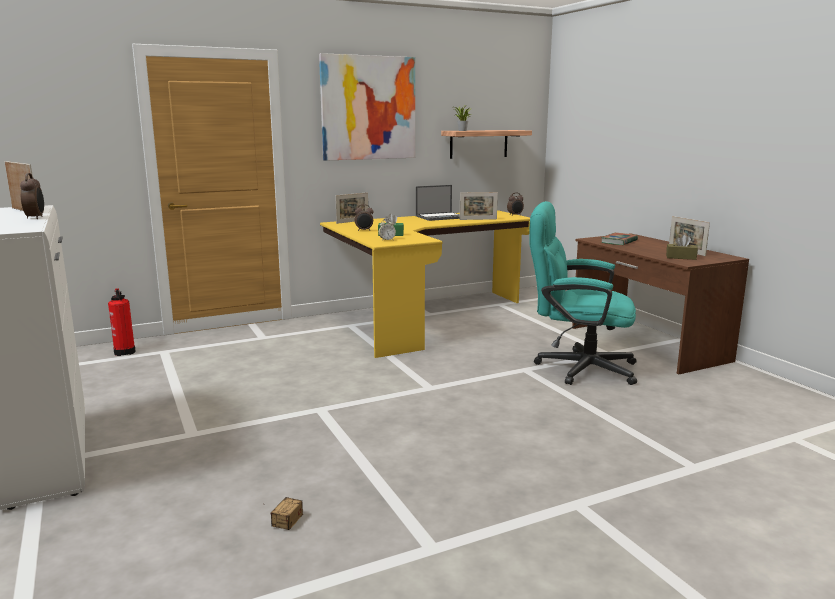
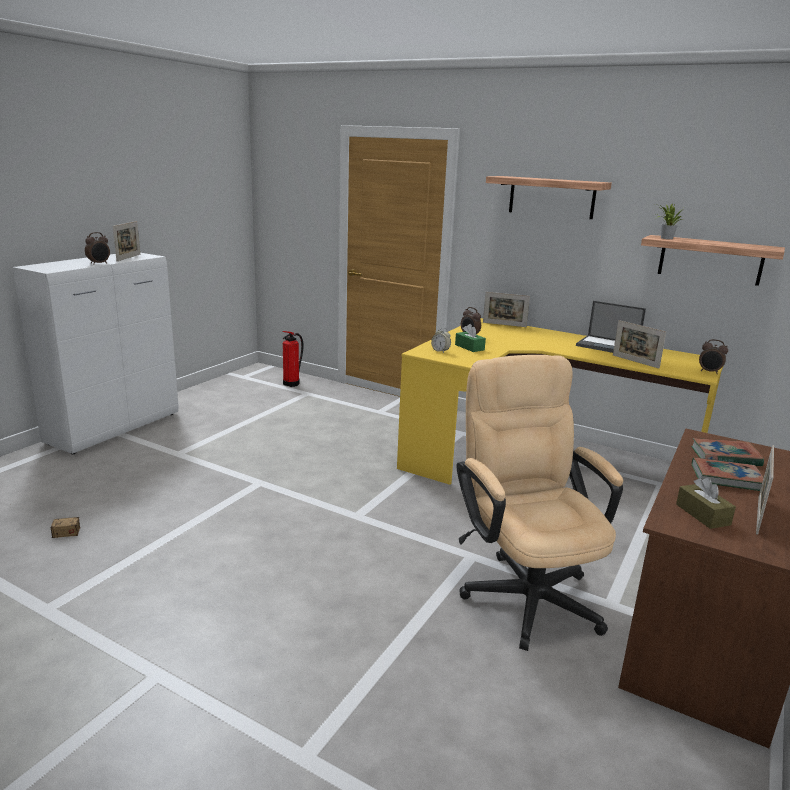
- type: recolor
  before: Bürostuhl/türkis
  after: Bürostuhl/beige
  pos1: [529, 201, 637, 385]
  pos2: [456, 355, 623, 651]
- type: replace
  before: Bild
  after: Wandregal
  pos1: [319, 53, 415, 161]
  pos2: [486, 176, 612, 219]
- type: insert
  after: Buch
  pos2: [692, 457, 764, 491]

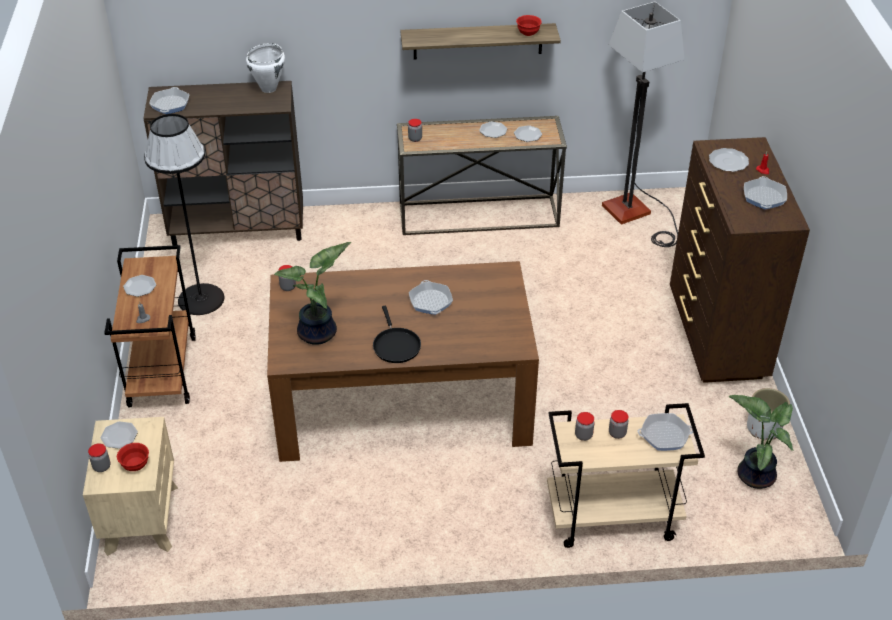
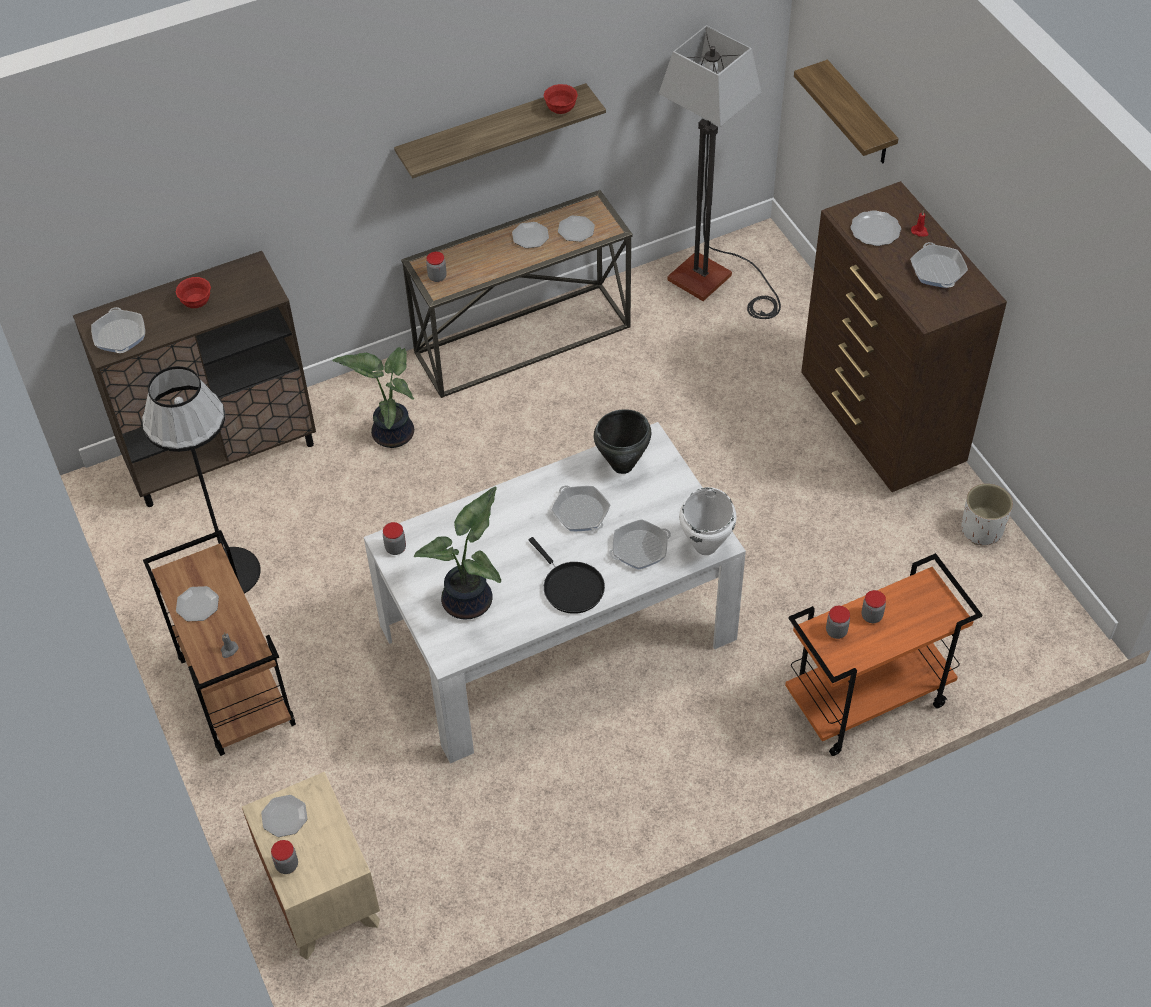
- type: move
  before: Schüssel/rot
  pos1: [117, 443, 149, 471]
  pos2: [176, 277, 211, 308]
- type: move
  before: Topfpflanze
  pos1: [729, 395, 794, 489]
  pos2: [332, 347, 414, 448]
- type: recolor
  before: Esstisch/braun
  after: Esstisch/weiß
  pos1: [267, 261, 539, 462]
  pos2: [364, 422, 746, 763]
- type: insert
  after: Kochtopf/schwarz
  pos2: [594, 409, 651, 474]
- type: move
  before: Pfanne
  pos1: [638, 413, 693, 451]
  pos2: [609, 519, 671, 570]
- type: move
  before: Kochtopf/weiß
  pos1: [246, 43, 285, 93]
  pos2: [679, 487, 736, 555]
- type: recolor
  before: Rollwagen/beige
  after: Rollwagen/orange
  pos1: [547, 403, 705, 548]
  pos2: [785, 553, 982, 756]
- type: insert
  after: Wandregal
  pos2: [794, 60, 899, 163]

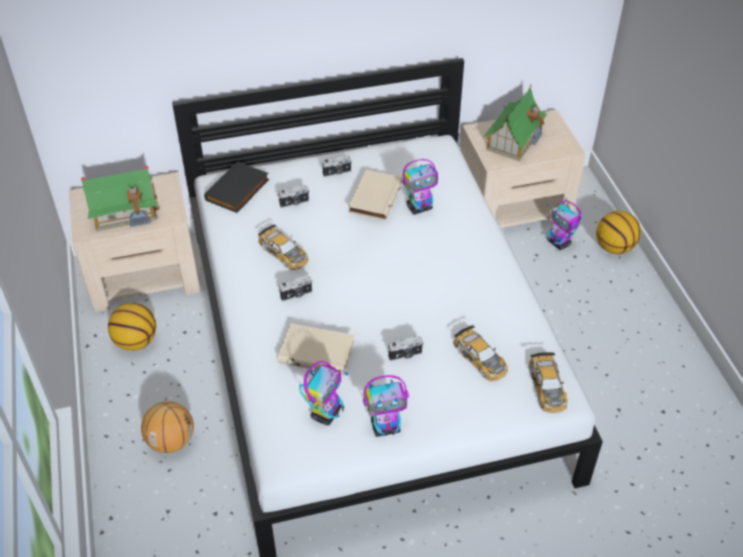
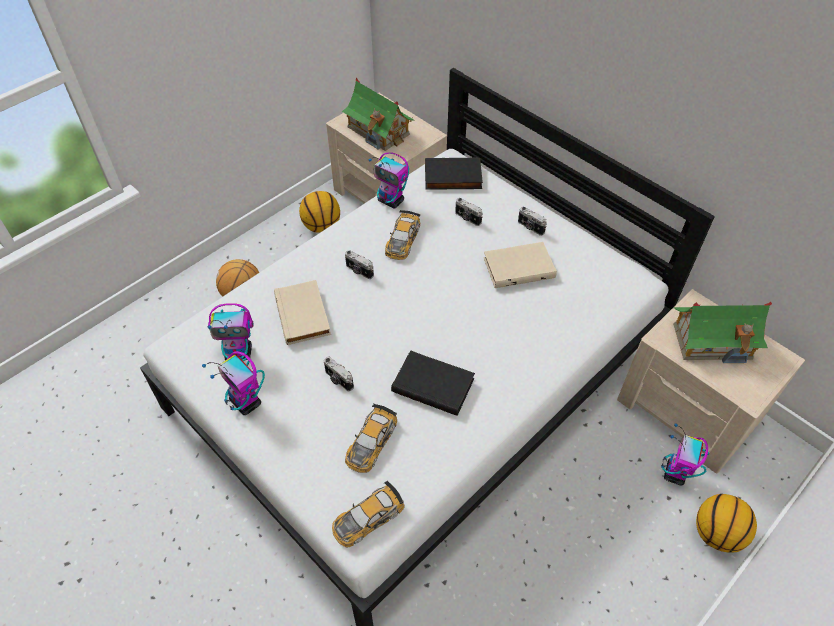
- type: move
  before: Spielzeugroboter
  pos1: [403, 159, 438, 214]
  pos2: [369, 152, 409, 209]
- type: insert
  after: Buch/schwarz
  pos2: [391, 350, 475, 416]

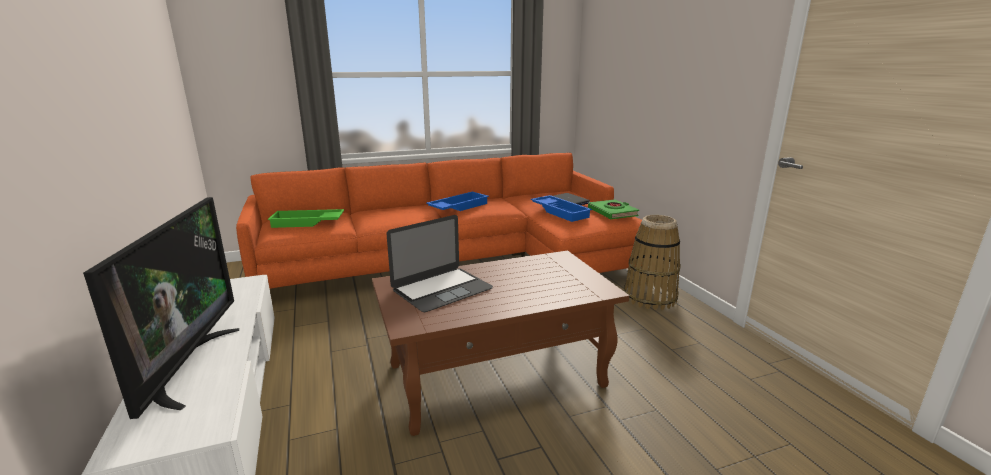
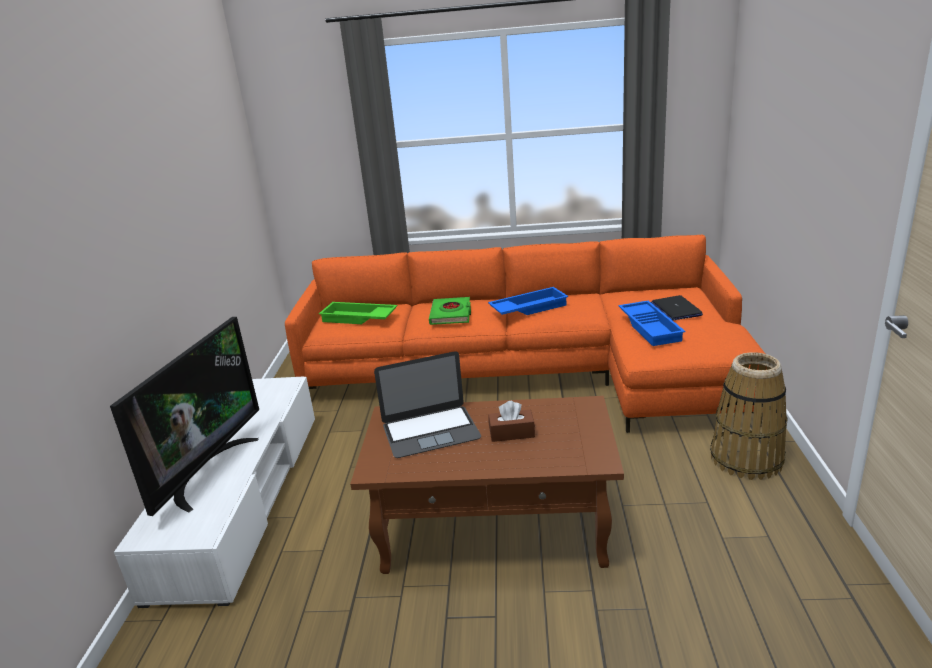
- type: move
  before: Buch/grün
  pos1: [588, 199, 639, 219]
  pos2: [429, 297, 471, 325]
- type: insert
  after: Taschentuchbox/braun
  pos2: [488, 401, 535, 442]

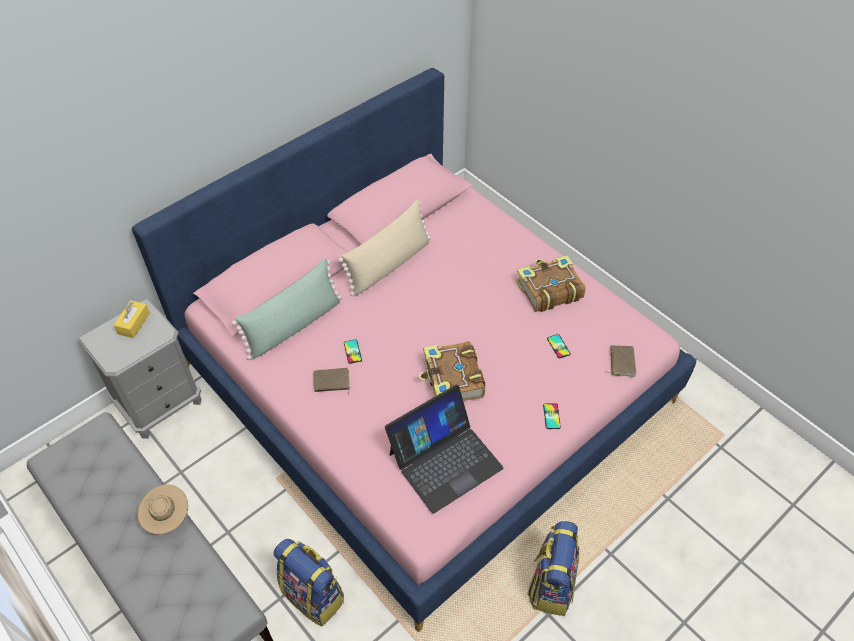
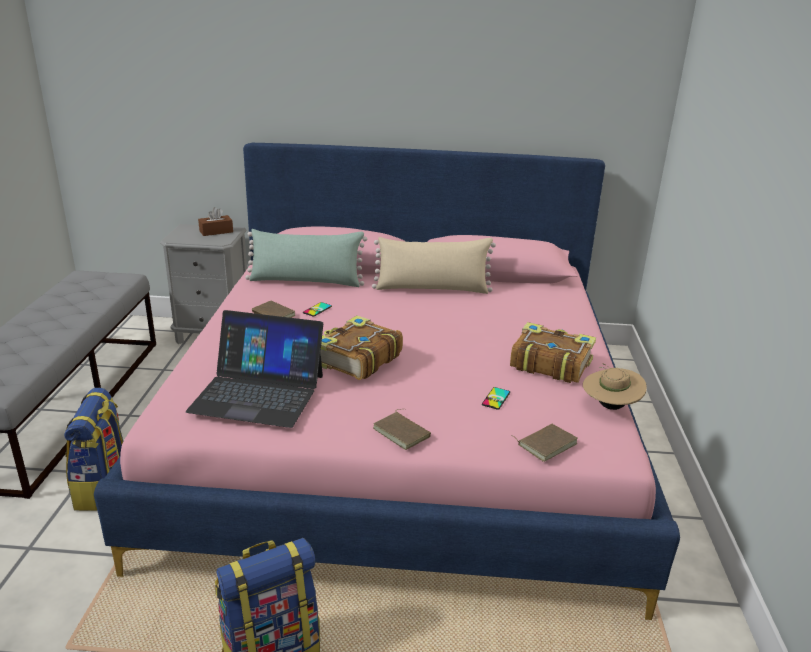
- type: recolor
  before: Taschentuchbox/gelb
  after: Taschentuchbox/braun
  pos1: [114, 300, 150, 338]
  pos2: [198, 207, 233, 236]
- type: replace
  before: Handy
  after: Buch/braun
  pos1: [543, 403, 561, 429]
  pos2: [373, 409, 431, 450]
- type: move
  before: Hut/beige
  pos1: [138, 484, 188, 534]
  pos2: [583, 363, 647, 410]

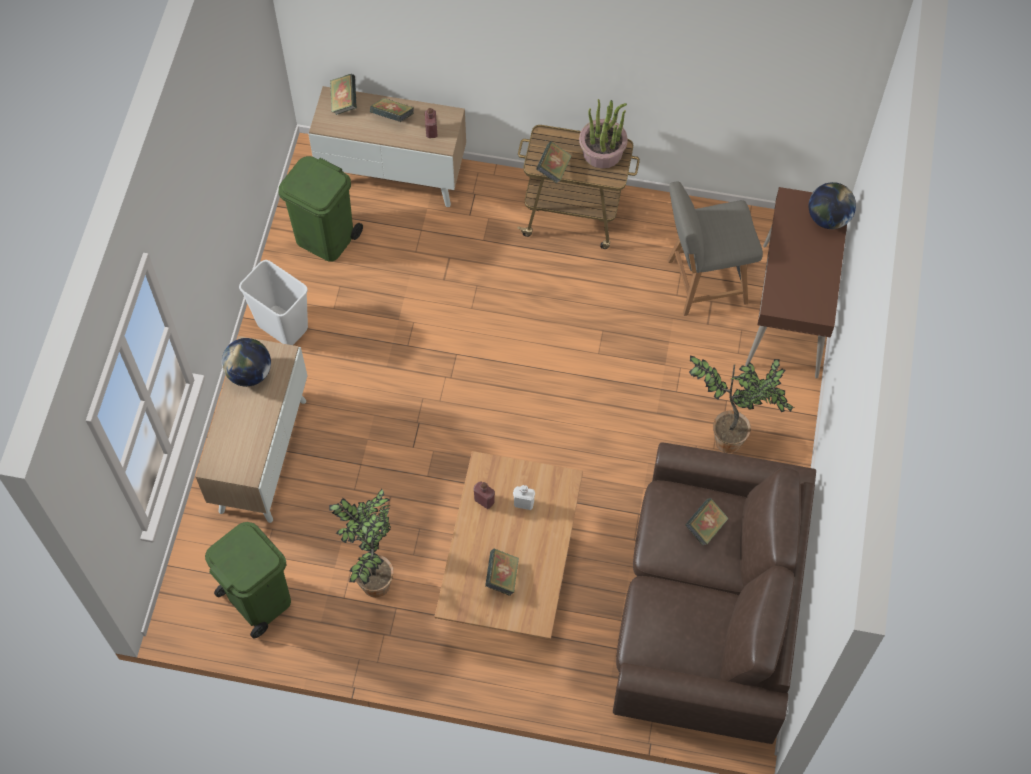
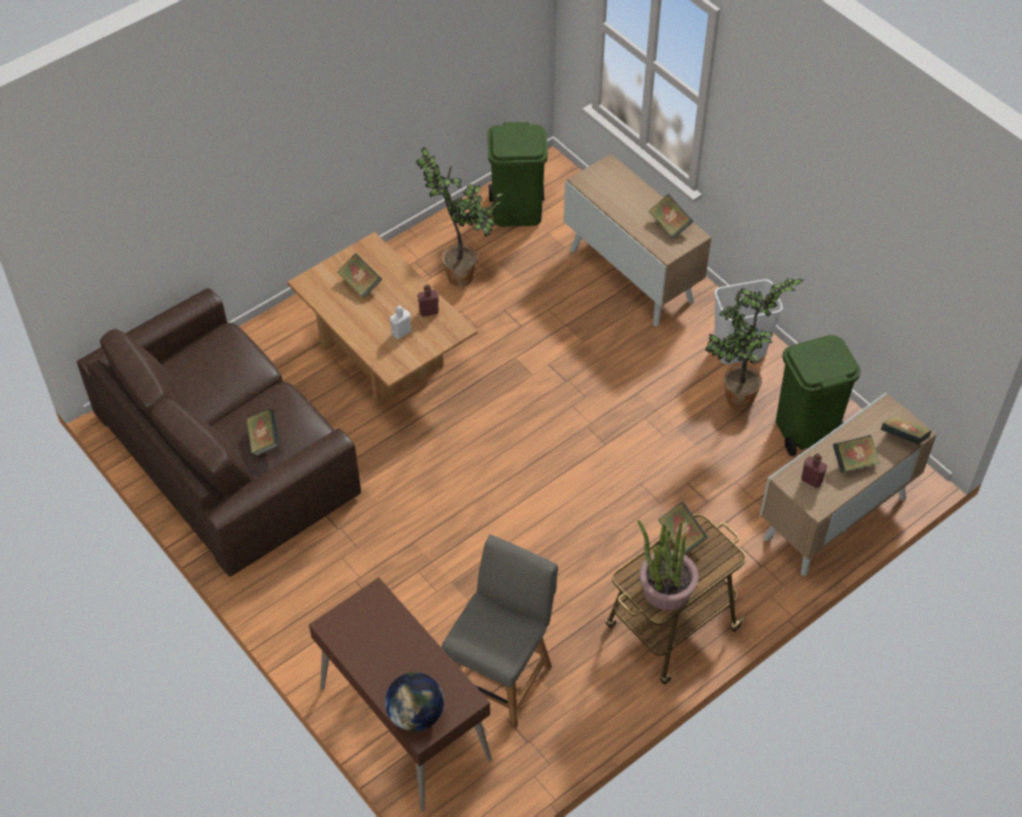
- type: replace
  before: Globus
  after: Buch
  pos1: [222, 338, 271, 387]
  pos2: [648, 194, 693, 239]
- type: move
  before: Topfpflanze
  pos1: [689, 356, 796, 453]
  pos2: [705, 278, 804, 410]

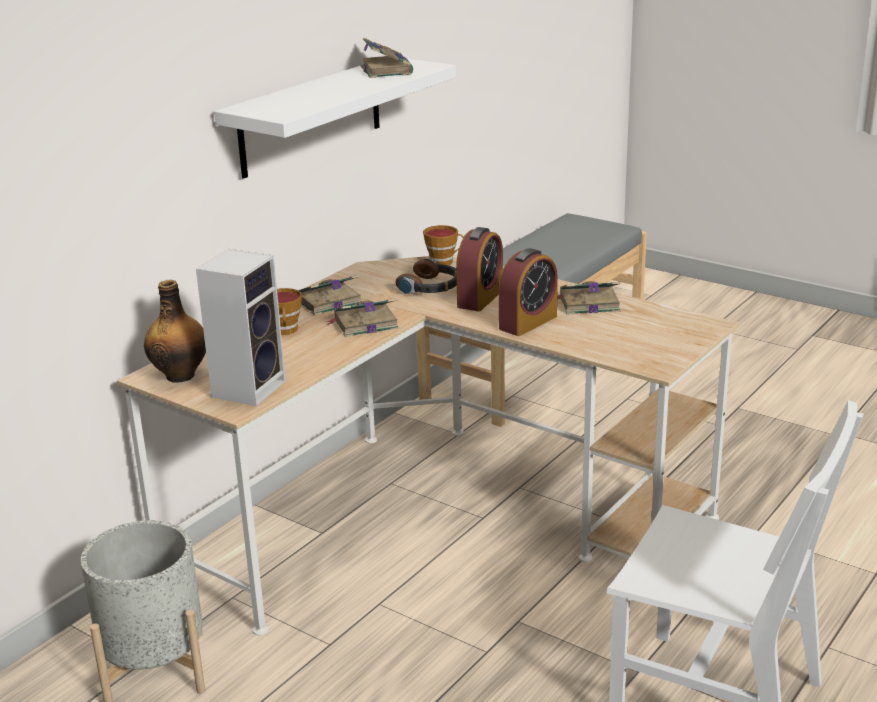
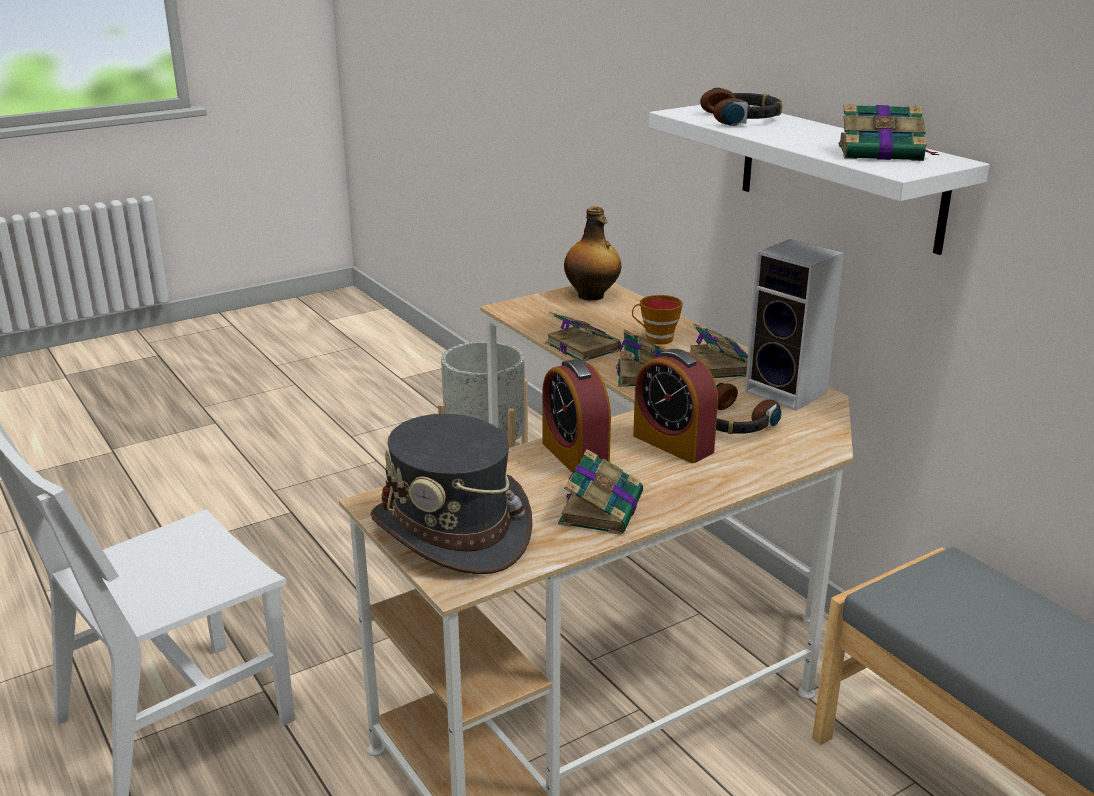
- type: insert
  after: Hut/grau
  pos2: [370, 414, 533, 574]
- type: insert
  after: Buch
  pos2: [545, 312, 621, 362]
- type: insert
  after: Kopfhörer
  pos2: [700, 88, 782, 126]
- type: move
  before: Lautsprecher
  pos1: [196, 249, 286, 406]
  pos2: [745, 239, 844, 411]
- type: delete
  before: Tasse
  pos1: [423, 225, 464, 265]

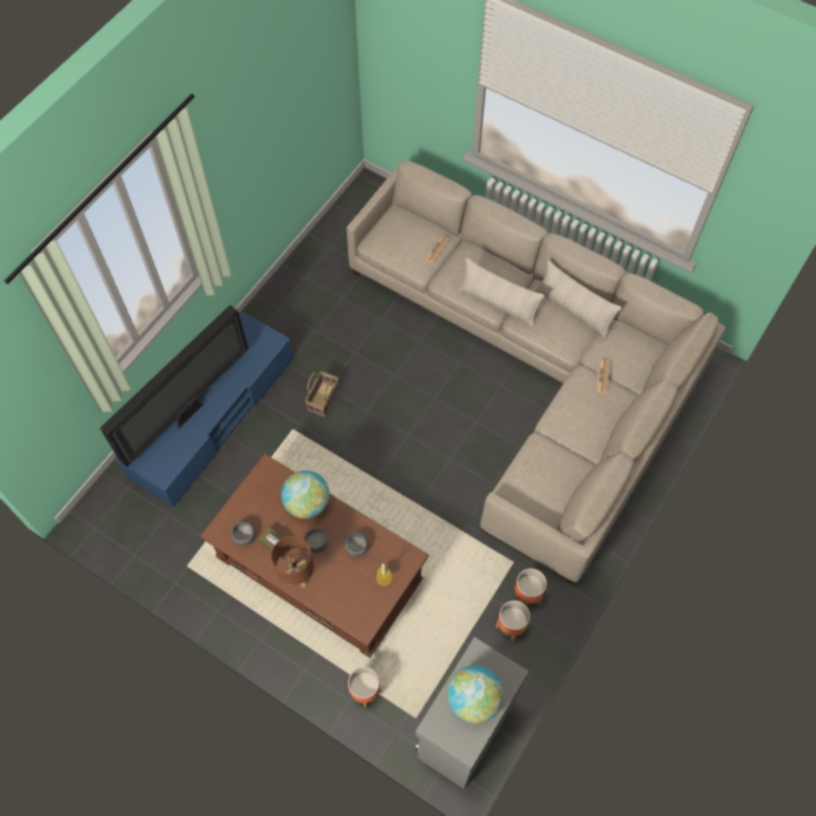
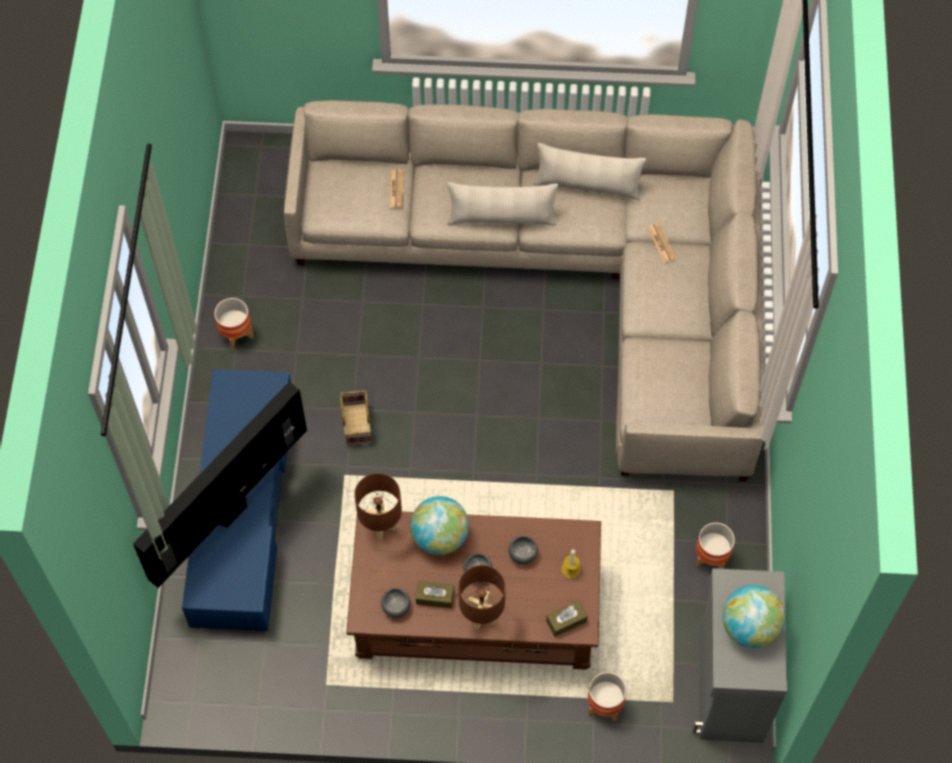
- type: rotate
  before: Fernseher
  pos1: [100, 305, 248, 467]
  pos2: [133, 382, 307, 588]
  turn: -150
- type: move
  before: Pflanzkübel
  pos1: [515, 568, 547, 605]
  pos2: [214, 298, 254, 350]
- type: insert
  after: Tischlampe/braun
  pos2: [354, 473, 402, 540]
- type: insert
  after: Taschentuchbox/braun
  pos2: [546, 600, 587, 637]

